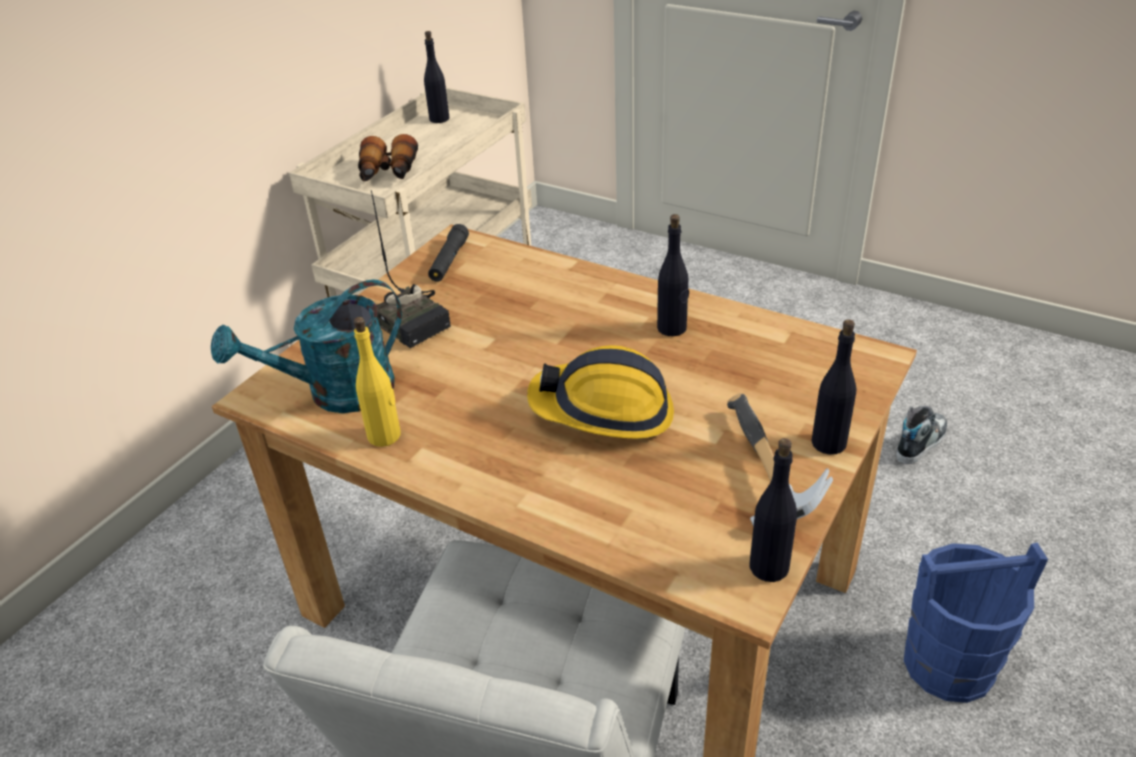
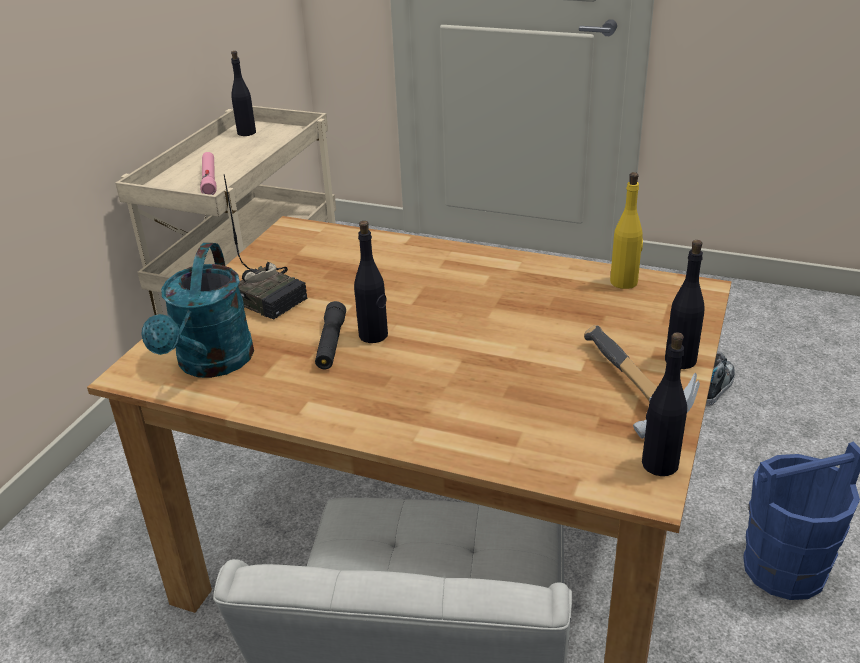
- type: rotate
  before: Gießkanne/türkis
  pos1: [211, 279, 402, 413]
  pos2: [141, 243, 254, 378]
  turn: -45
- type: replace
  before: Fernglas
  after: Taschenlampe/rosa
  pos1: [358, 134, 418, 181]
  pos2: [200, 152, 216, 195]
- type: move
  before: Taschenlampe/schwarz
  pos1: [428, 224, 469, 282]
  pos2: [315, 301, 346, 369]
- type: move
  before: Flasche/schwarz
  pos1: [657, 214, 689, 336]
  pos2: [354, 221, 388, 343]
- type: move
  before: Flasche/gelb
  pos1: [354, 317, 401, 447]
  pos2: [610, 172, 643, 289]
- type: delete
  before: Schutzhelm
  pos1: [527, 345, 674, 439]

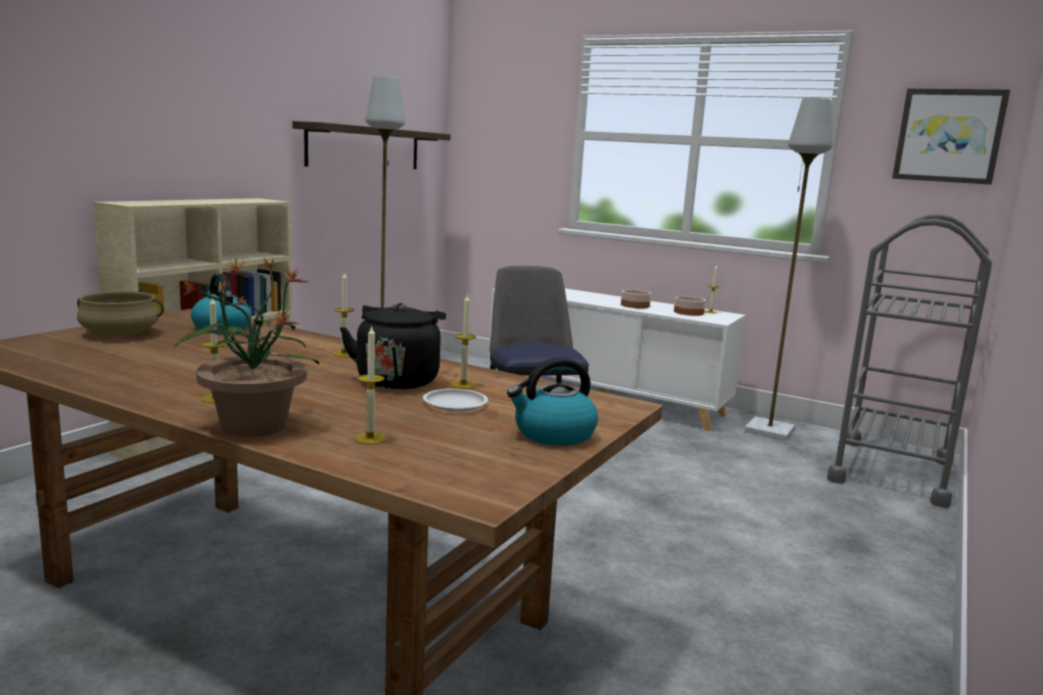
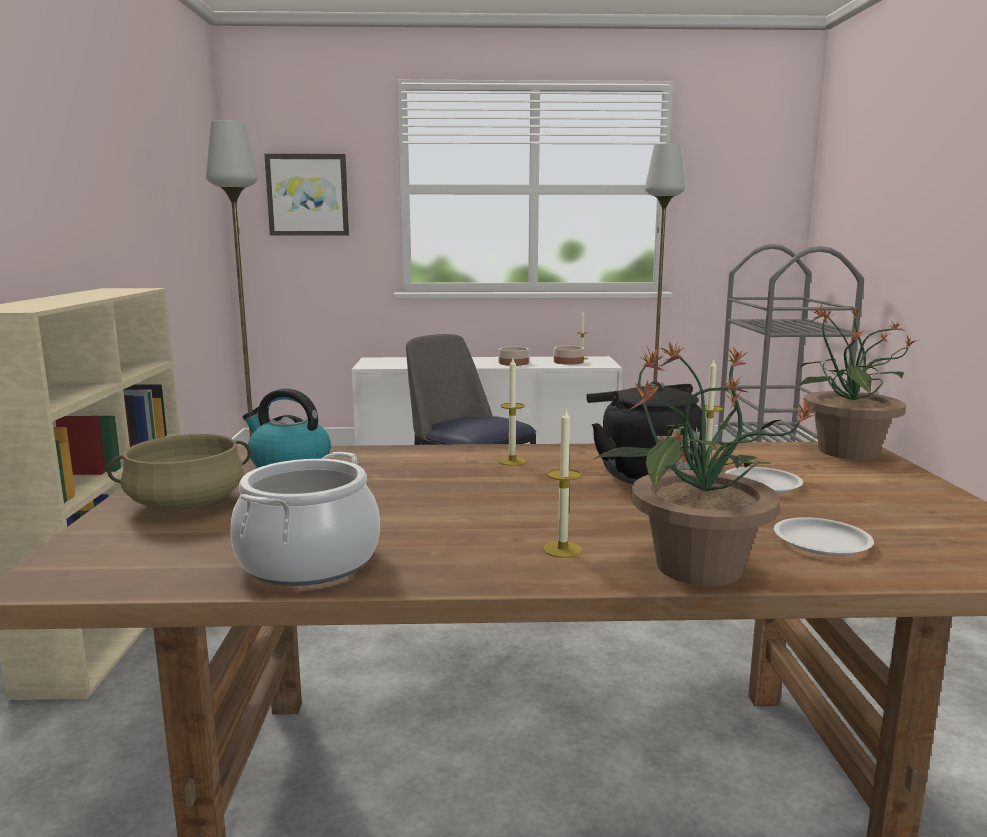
- type: insert
  after: Kochtopf
  pos2: [230, 452, 380, 586]
- type: move
  before: Bild
  pos1: [892, 88, 1010, 185]
  pos2: [264, 154, 349, 236]
- type: replace
  before: Kerze
  after: Teller/weiß
  pos1: [355, 326, 386, 444]
  pos2: [774, 517, 874, 556]
- type: insert
  after: Topfpflanze
  pos2: [798, 305, 919, 460]
- type: delete
  before: Wandregal
  pos1: [293, 121, 451, 169]
- type: delete
  before: Wasserkessel
  pos1: [507, 357, 598, 446]

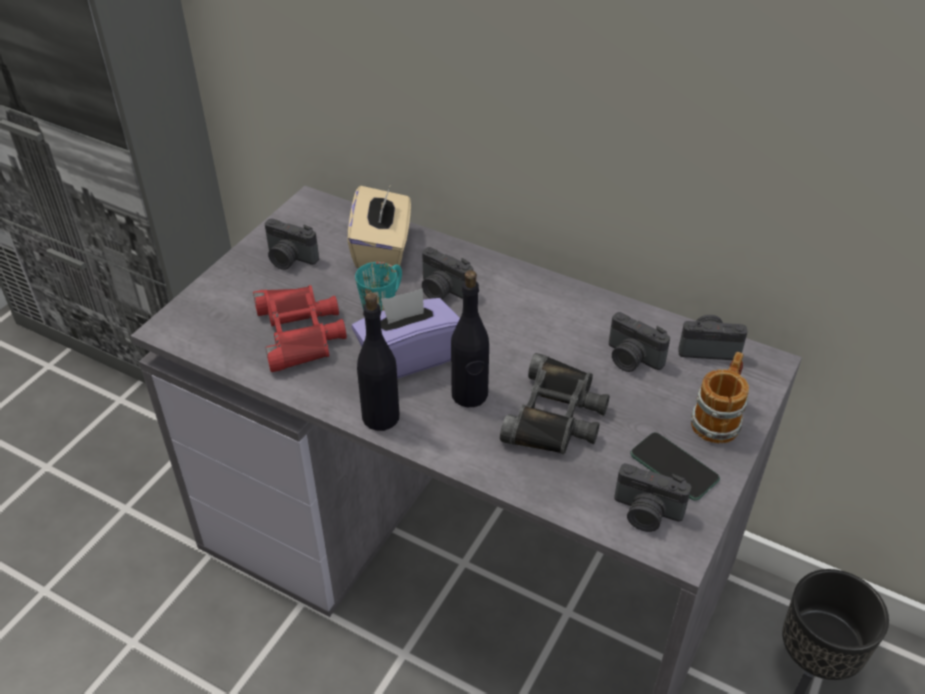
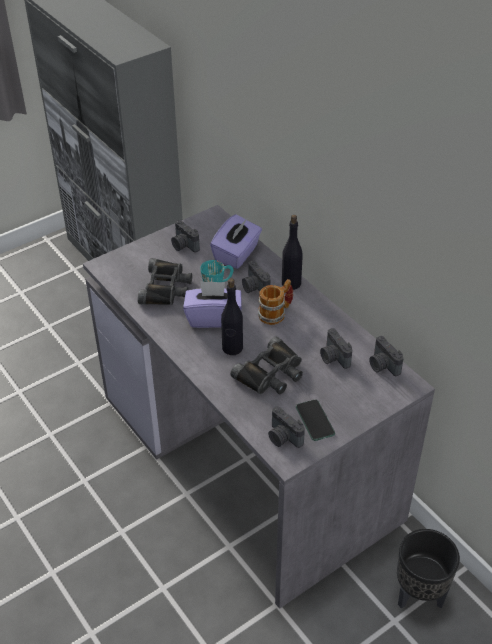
- type: recolor
  before: Fernglas/rot
  after: Fernglas/schwarz
  pos1: [253, 285, 347, 372]
  pos2: [138, 258, 192, 305]
- type: recolor
  before: Taschentuchbox/beige
  after: Taschentuchbox/lila
  pos1: [348, 186, 411, 269]
  pos2: [210, 215, 262, 269]
- type: move
  before: Henkelbecher
  pos1: [690, 352, 749, 443]
  pos2: [258, 279, 293, 325]
- type: move
  before: Flasche/schwarz
  pos1: [357, 293, 399, 431]
  pos2: [282, 215, 303, 290]
- type: rotate
  before: Kamera
  pos1: [678, 315, 748, 360]
  pos2: [369, 336, 404, 376]
  turn: -150

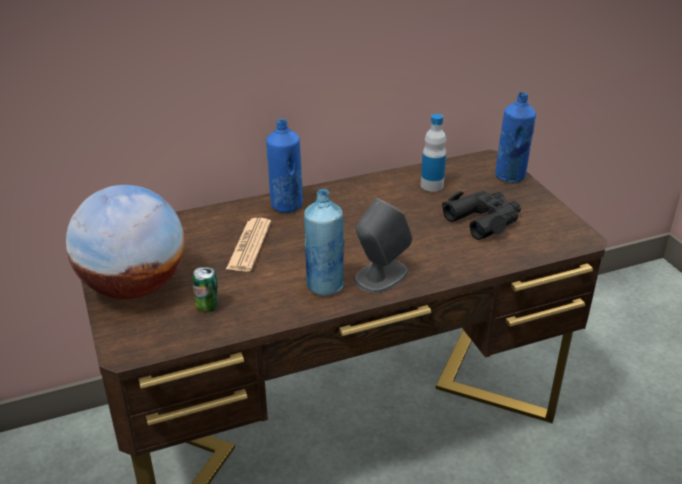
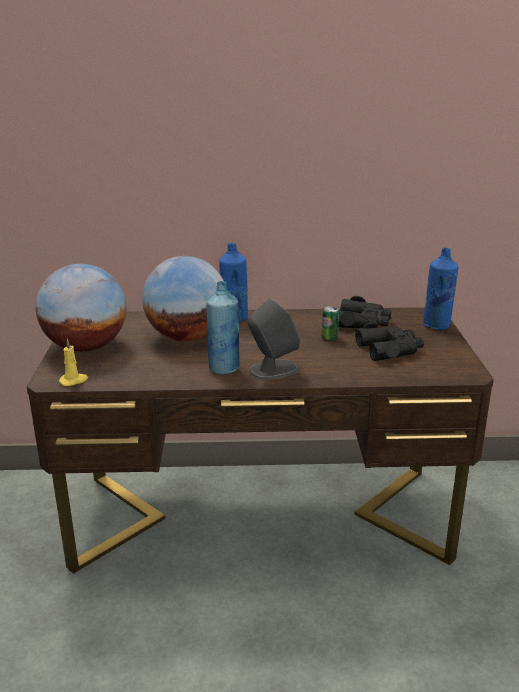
- type: insert
  after: Kerze/gelb
  pos2: [59, 338, 88, 386]
- type: replace
  before: Zeitung
  after: Globus
  pos1: [226, 218, 271, 272]
  pos2: [142, 256, 224, 341]
- type: move
  before: Dose
  pos1: [192, 267, 218, 312]
  pos2: [321, 306, 340, 341]
- type: replace
  before: Flasche
  after: Fernglas/schwarz
  pos1: [421, 114, 446, 192]
  pos2: [339, 296, 391, 328]

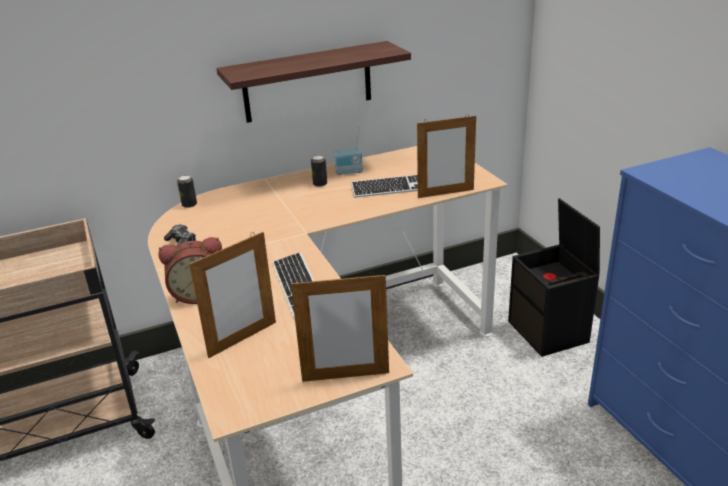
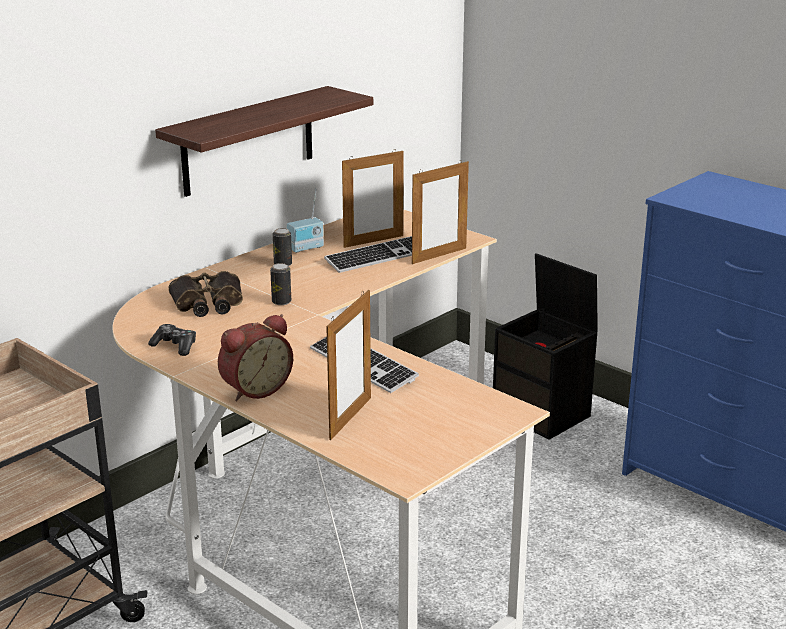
- type: insert
  after: Fernglas
  pos2: [169, 271, 243, 317]
- type: move
  before: Dose
  pos1: [177, 175, 197, 208]
  pos2: [270, 263, 291, 305]
- type: move
  before: Bilderrahmen
  pos1: [291, 272, 389, 382]
  pos2: [342, 150, 404, 248]

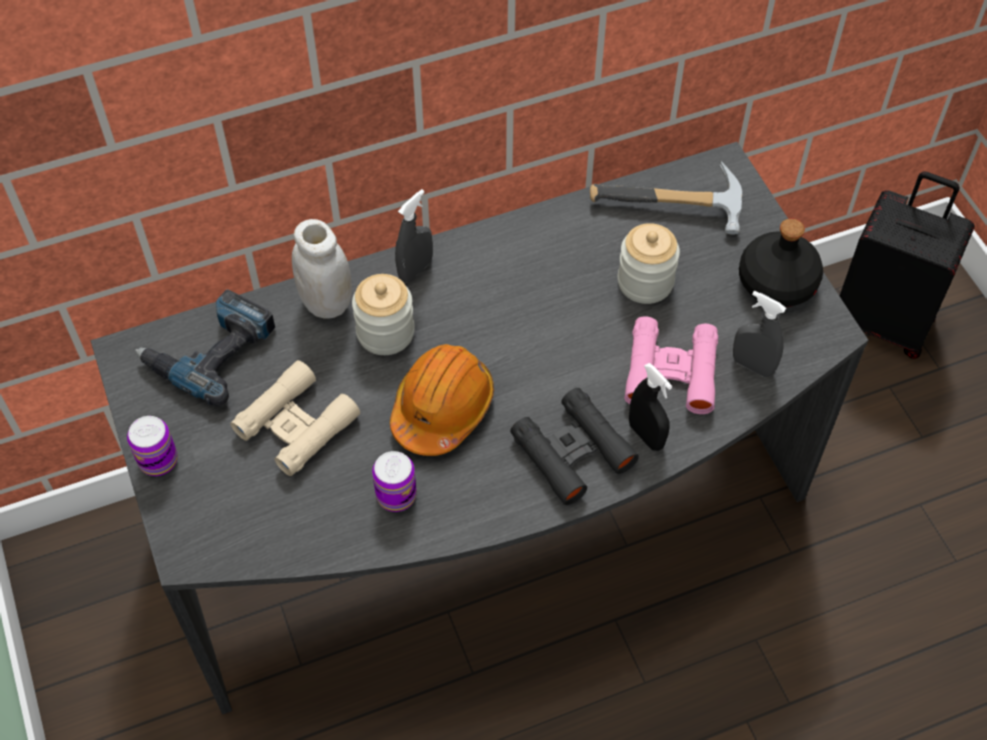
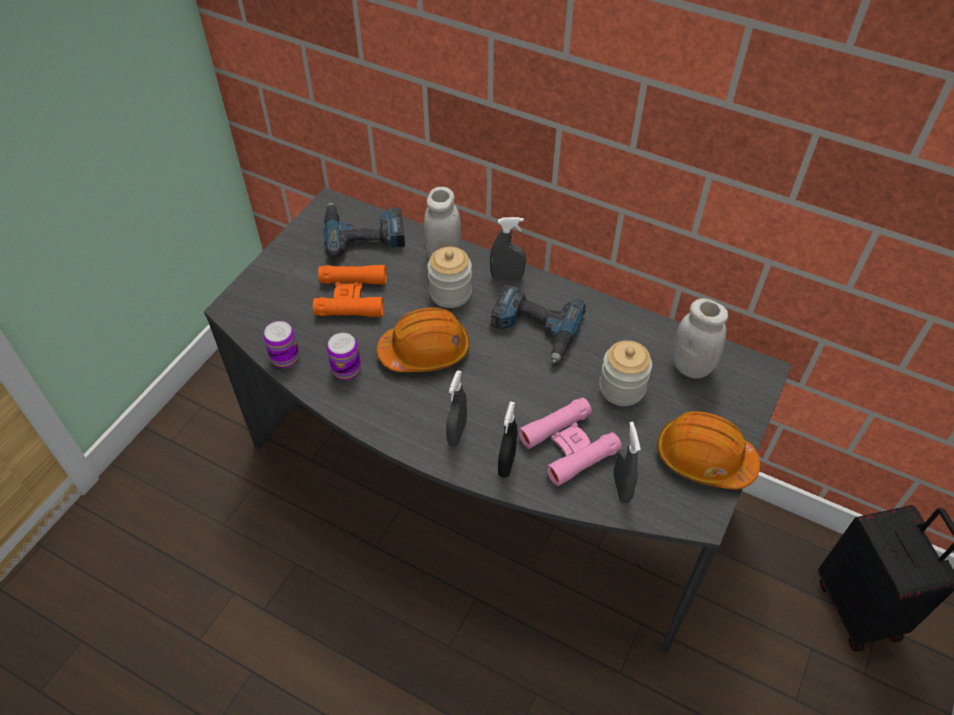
- type: move
  before: Dose
  pos1: [127, 416, 178, 476]
  pos2: [263, 321, 299, 368]
- type: recolor
  before: Fernglas/beige
  after: Fernglas/orange
  pos1: [230, 360, 360, 476]
  pos2: [313, 265, 387, 317]
- type: replace
  before: Fernglas/schwarz
  after: Sprühflasche/grau
  pos1: [510, 388, 639, 505]
  pos2: [446, 370, 467, 446]
- type: insert
  after: Bohrmaschine
  pos2: [490, 284, 586, 363]
- type: replace
  before: Flasche/schwarz
  after: Schutzhelm/orange
  pos1: [739, 218, 823, 307]
  pos2: [657, 411, 760, 490]
- type: replace
  before: Hammer
  after: Vorratsglas/weiß
  pos1: [590, 161, 742, 235]
  pos2: [672, 298, 728, 378]

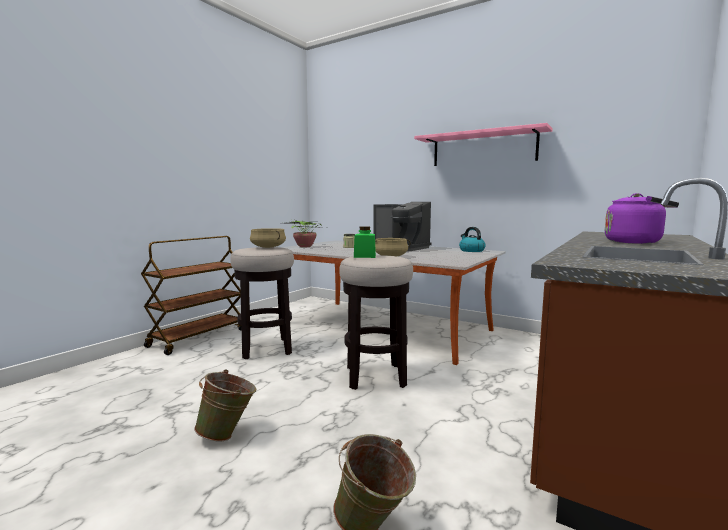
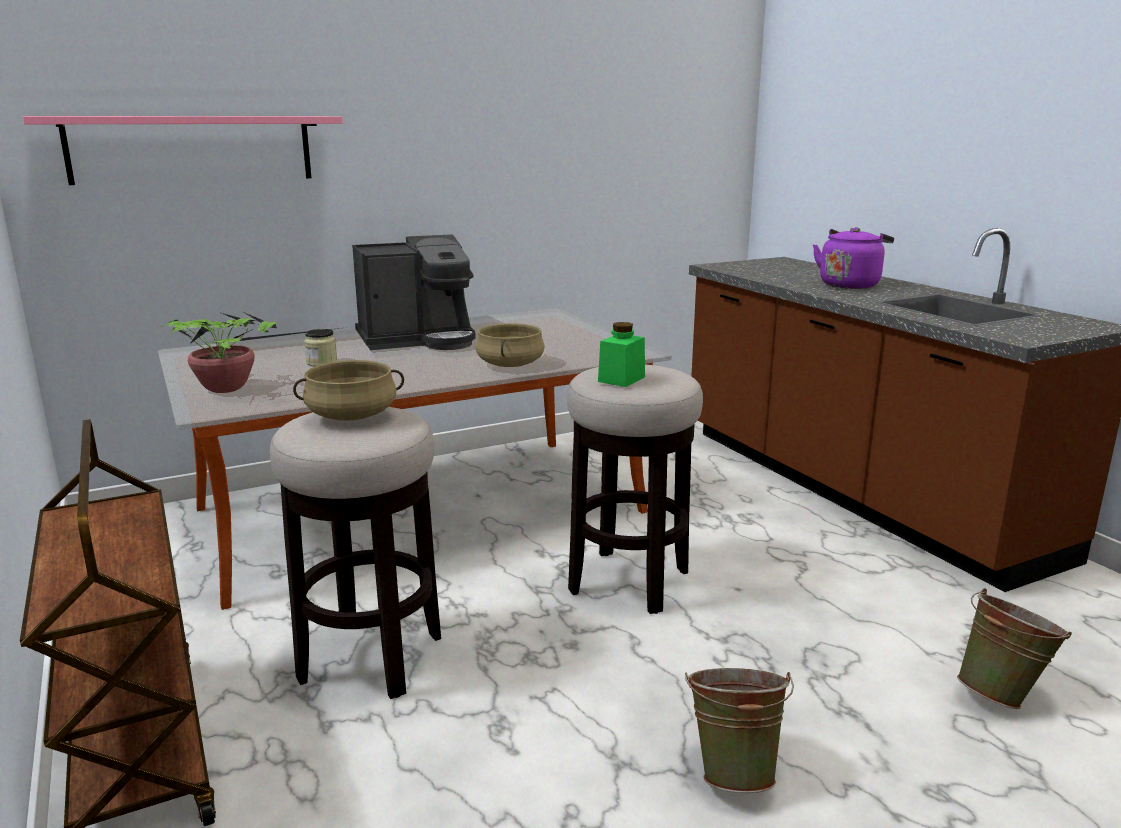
- type: move
  before: Wandregal/rosa
  pos1: [414, 123, 553, 166]
  pos2: [23, 116, 343, 185]
- type: delete
  before: Wasserkessel
  pos1: [459, 227, 486, 252]

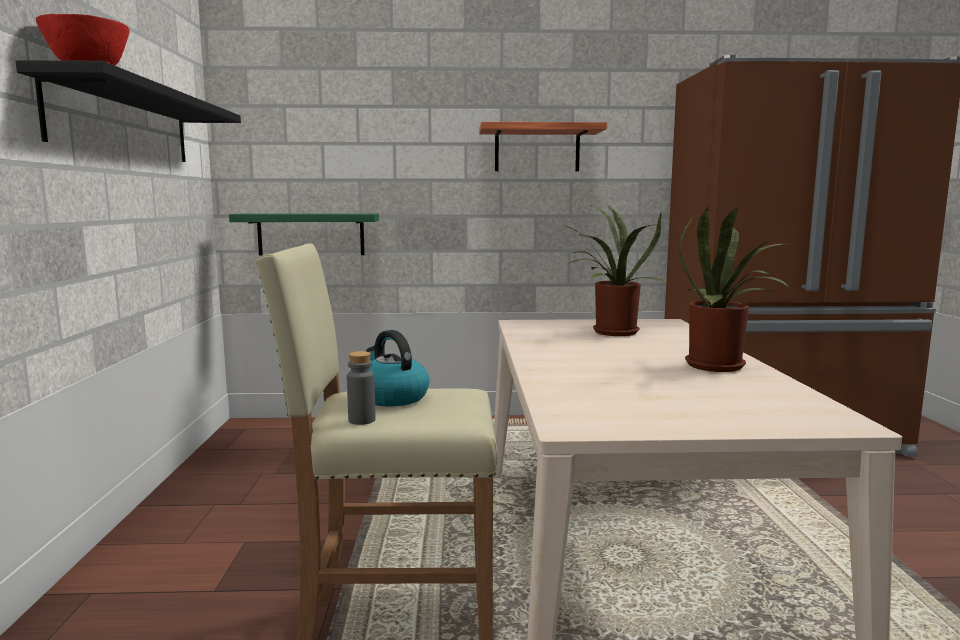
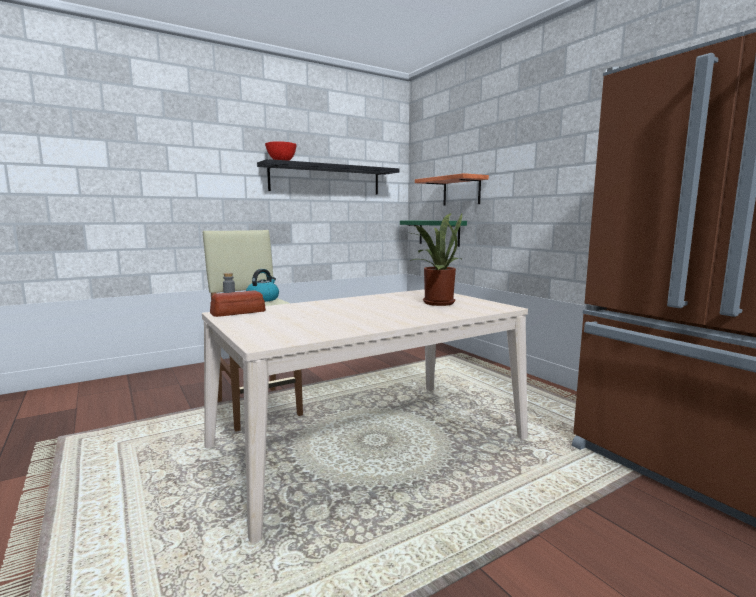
- type: insert
  after: Brot
  pos2: [210, 290, 266, 317]
- type: move
  before: Wandregal
  pos1: [479, 122, 607, 171]
  pos2: [415, 173, 489, 206]
- type: delete
  before: Topfpflanze
  pos1: [679, 206, 793, 372]

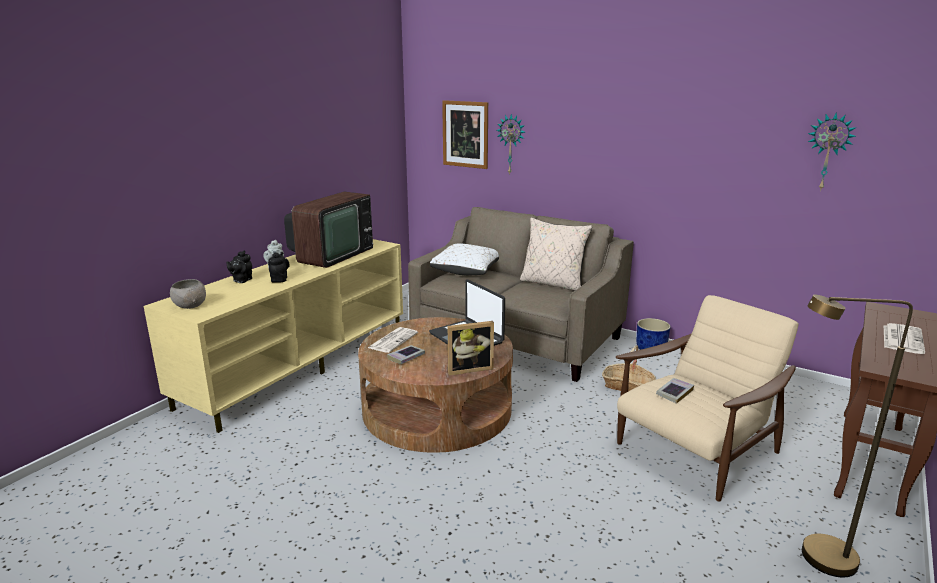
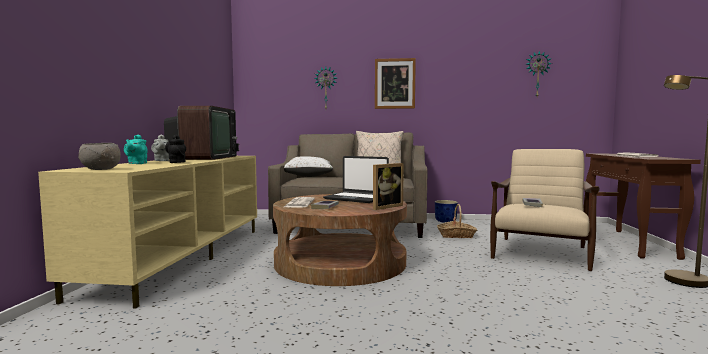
- type: recolor
  before: Teekanne/schwarz
  after: Teekanne/türkis
  pos1: [226, 251, 252, 283]
  pos2: [124, 134, 148, 164]
- type: move
  before: Bild
  pos1: [442, 100, 488, 169]
  pos2: [375, 58, 416, 109]

